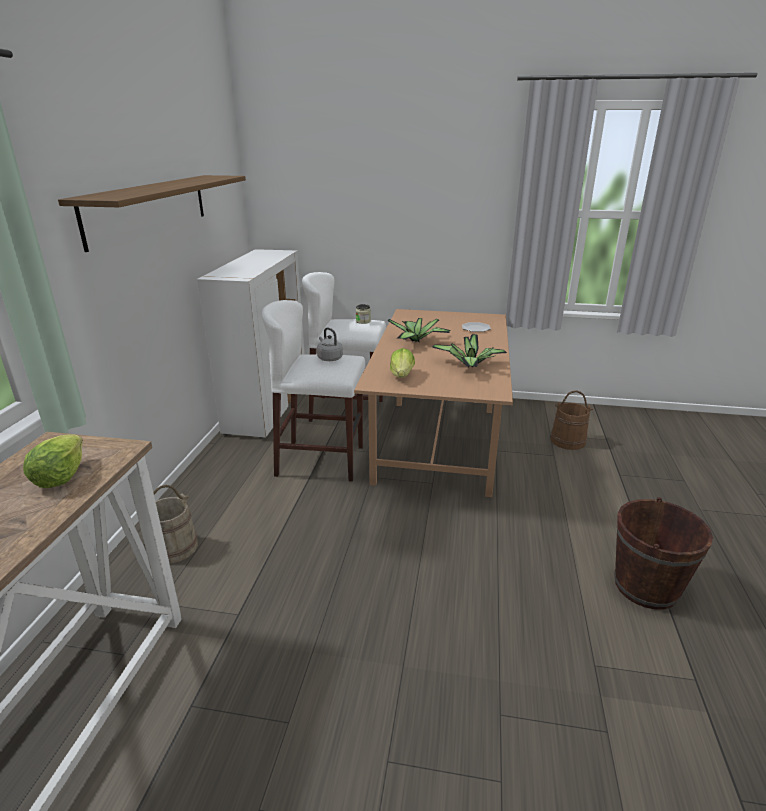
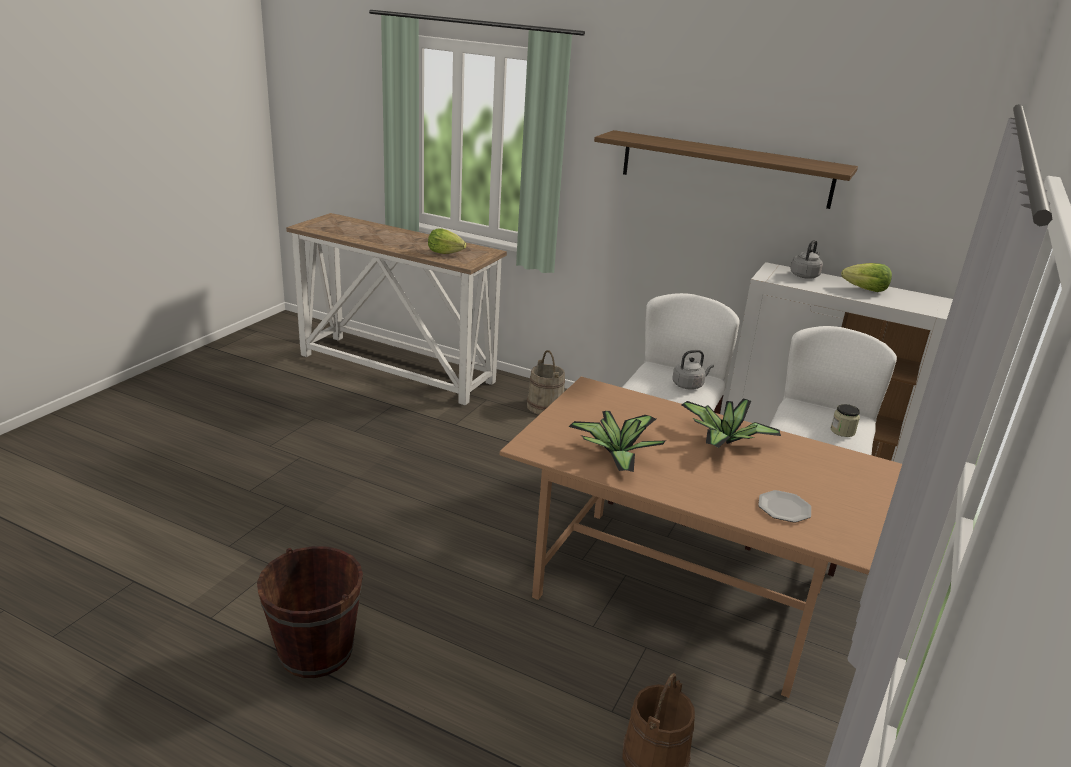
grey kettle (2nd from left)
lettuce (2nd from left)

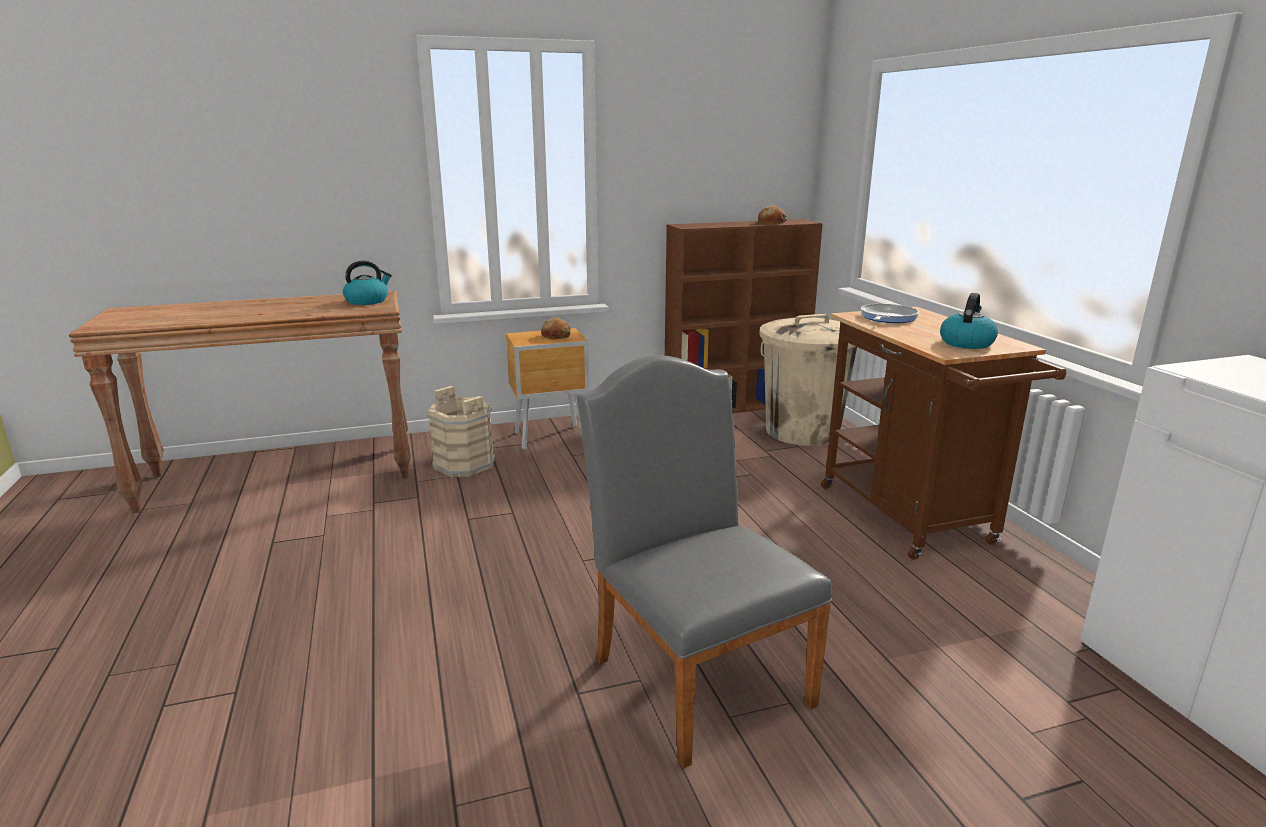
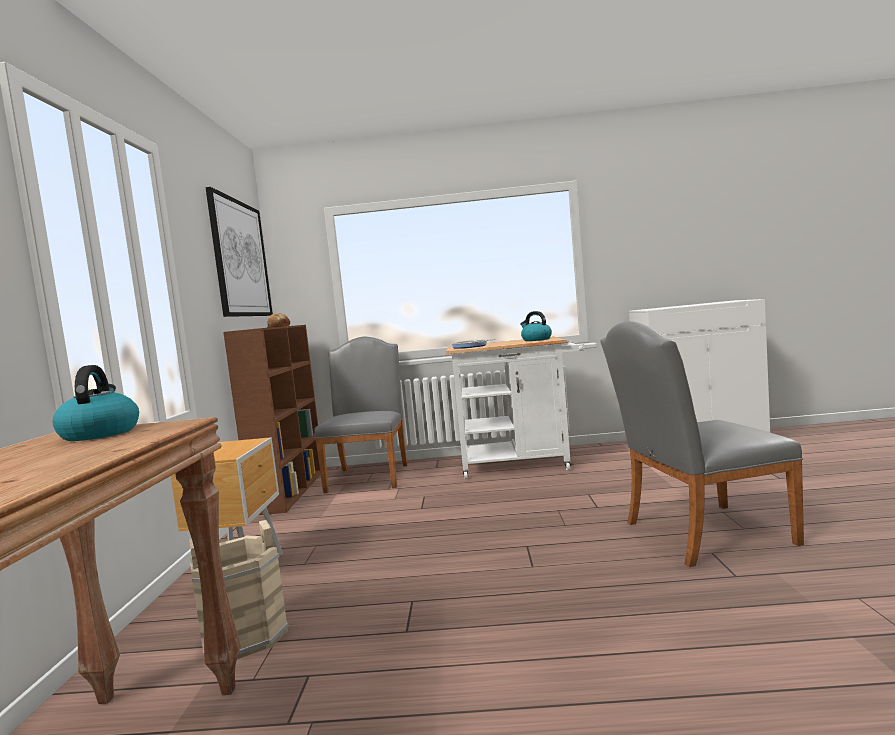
picture
grey chair (1st from left)
white cart
bread (1st from left in the first image)

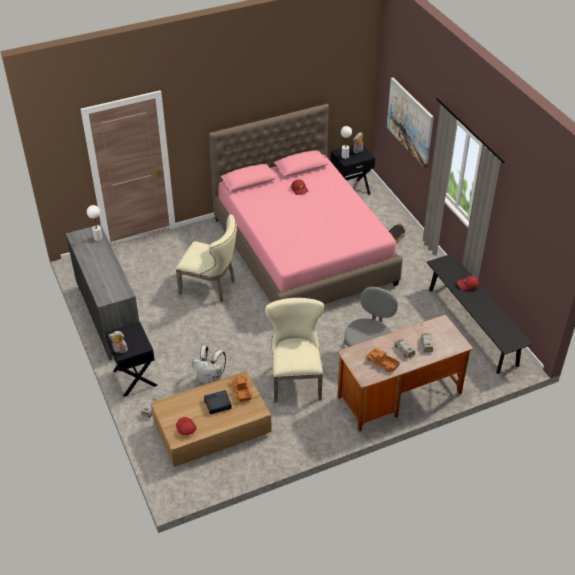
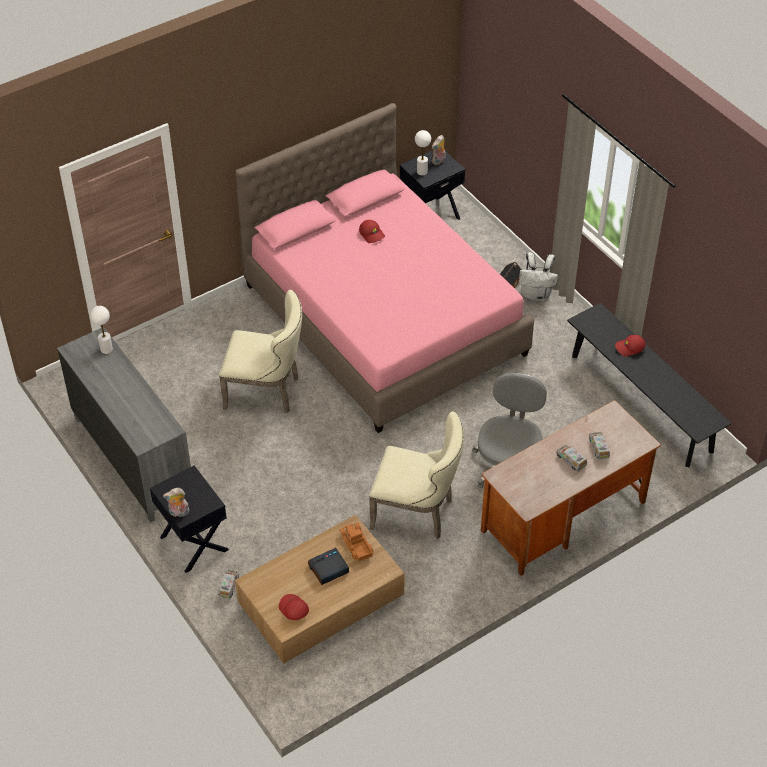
beige chair (2nd from left)
white backpack
toy truck (3rd from left in the first image)
picture

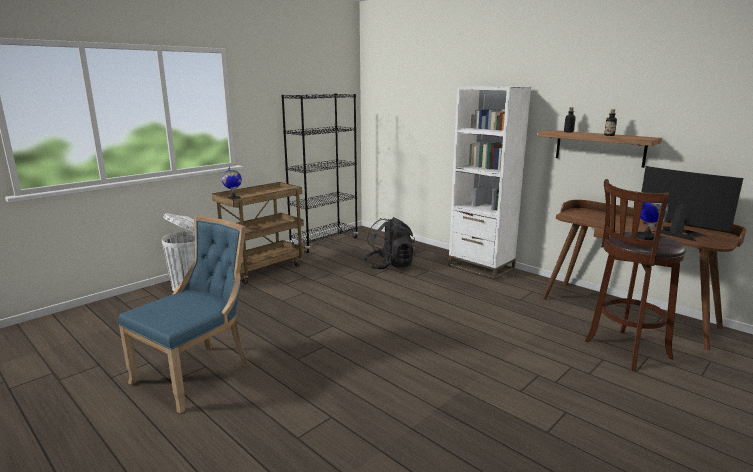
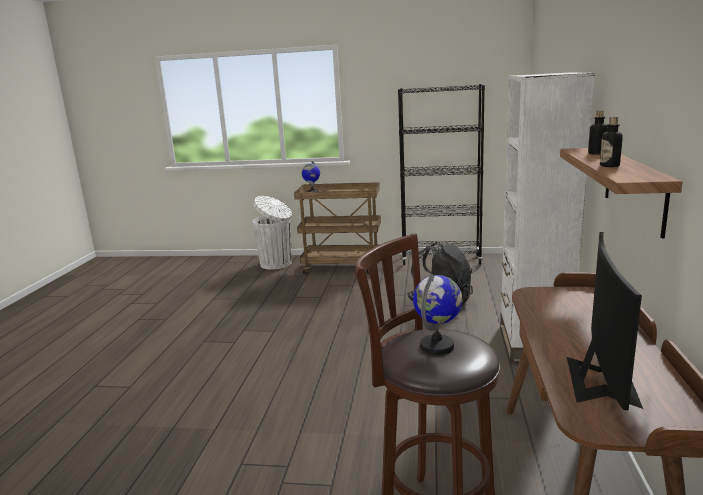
blue chair

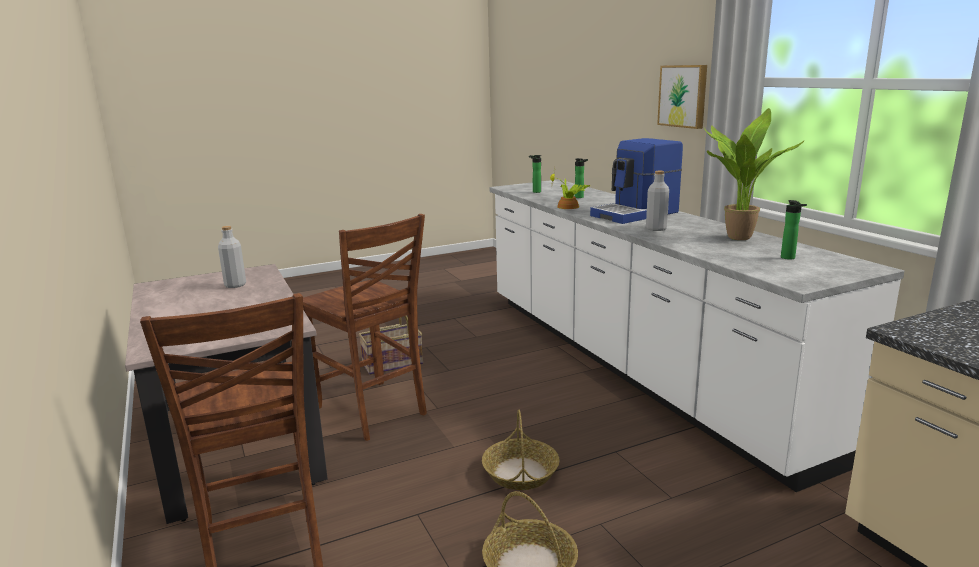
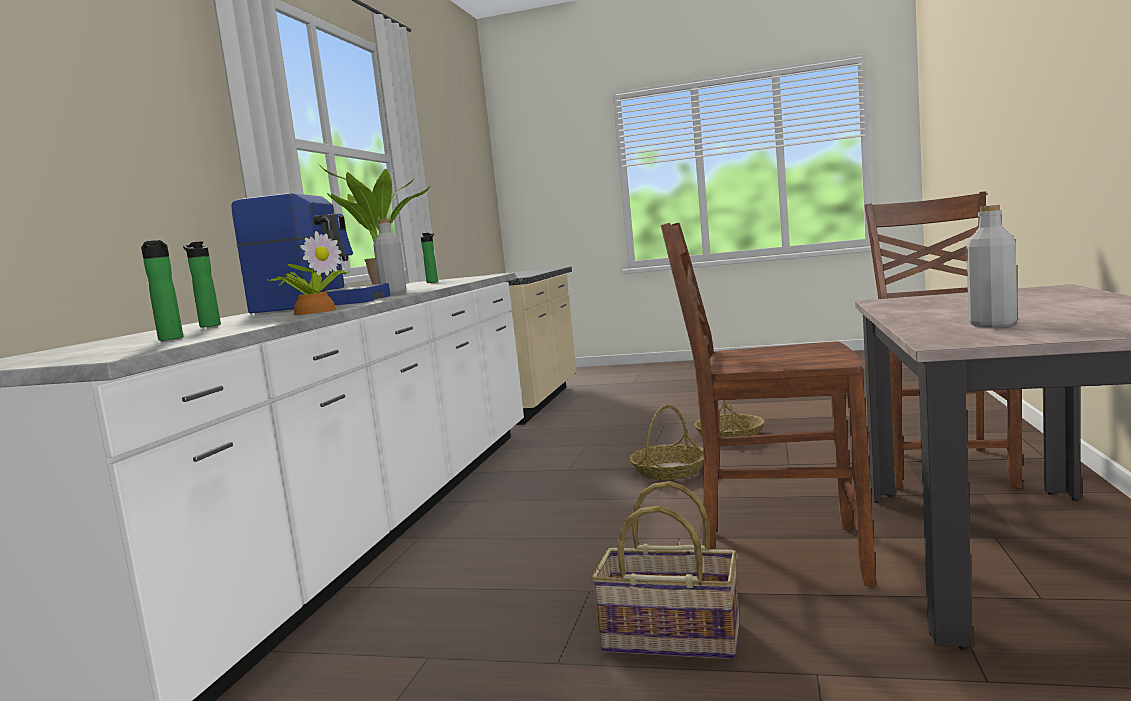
brown chair (1st from left)
picture

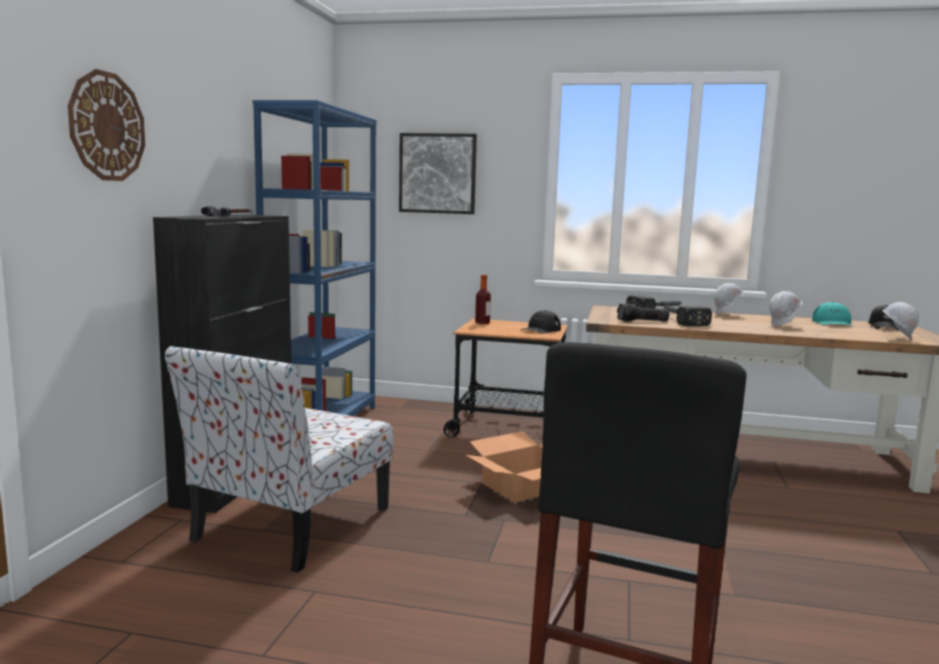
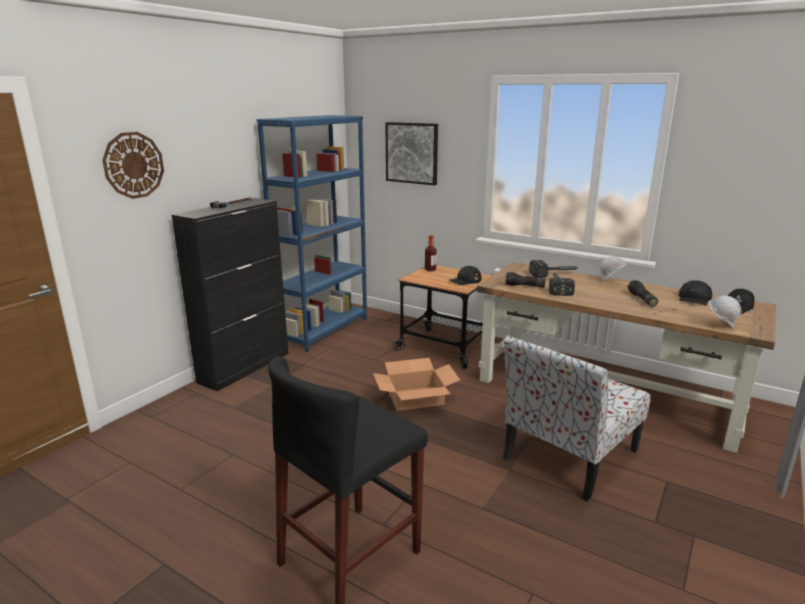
chair
flashlight (2nd from left)
black cap (2nd from left)

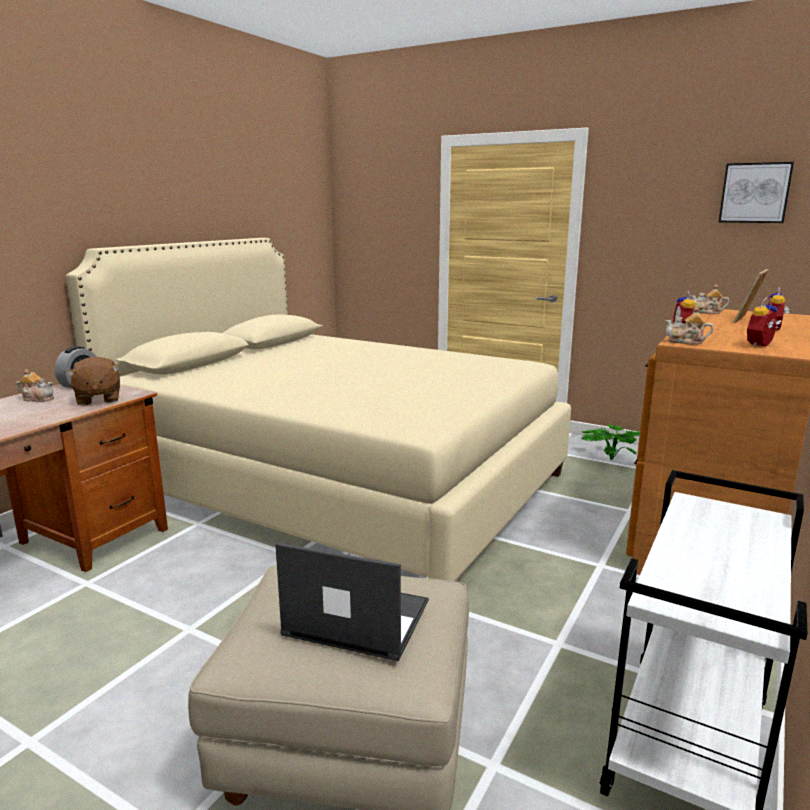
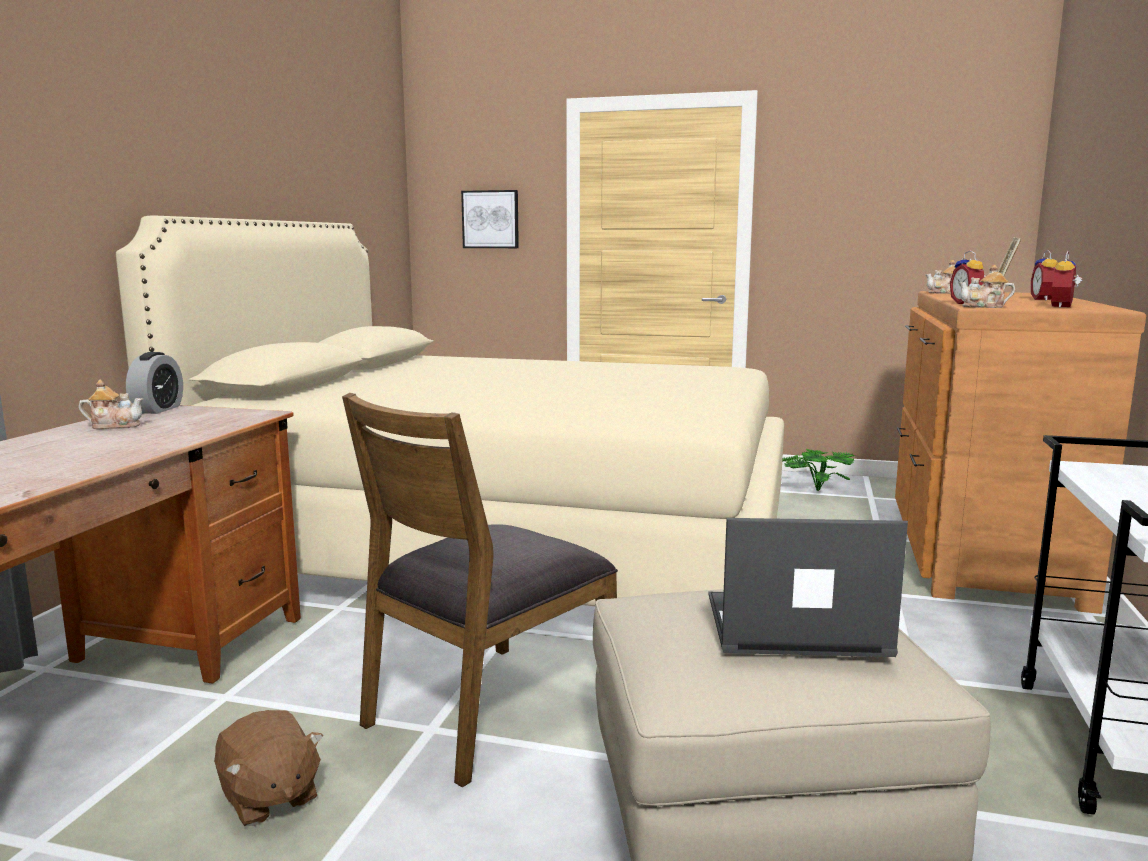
brown plush toy
brown chair
picture

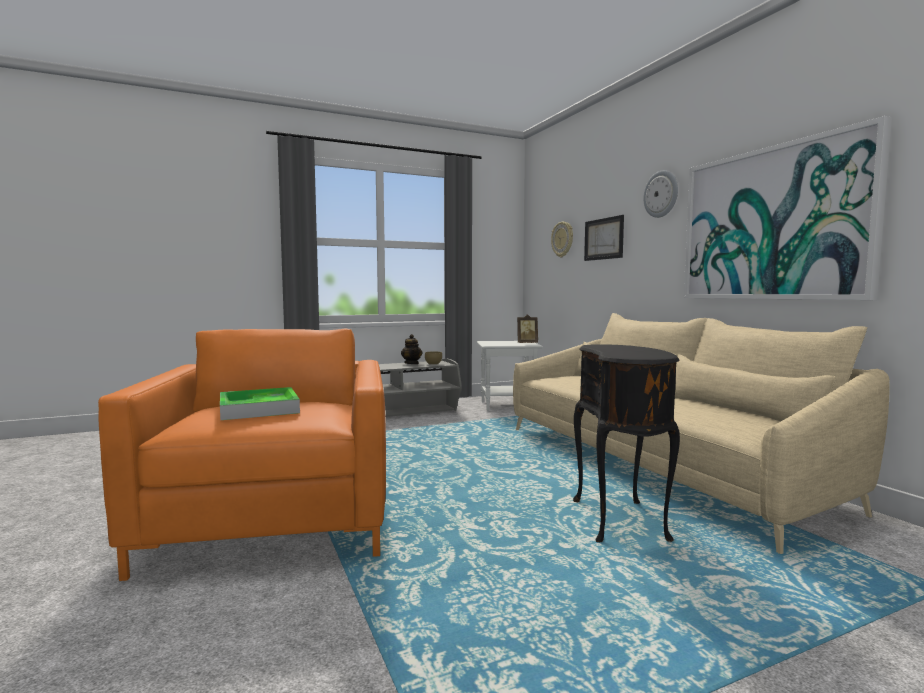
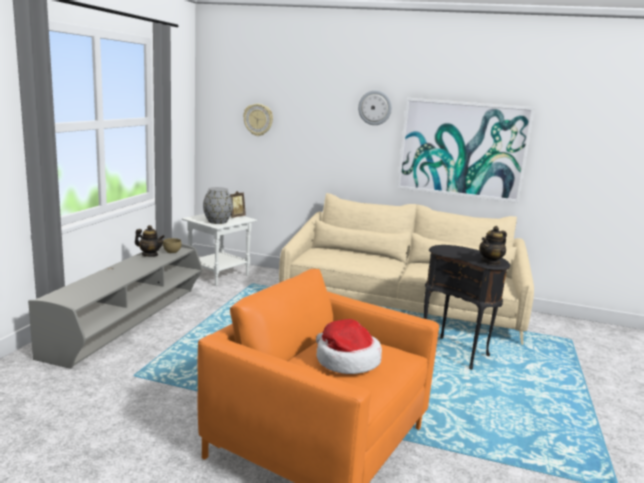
grey vase
hat
teapot (2nd from left)
picture (1st from left in the first image)

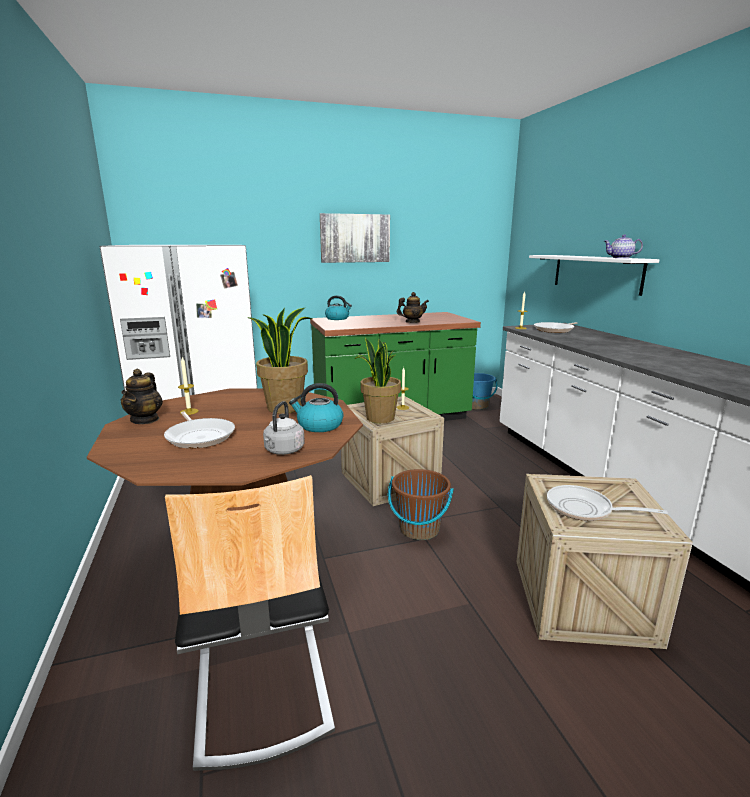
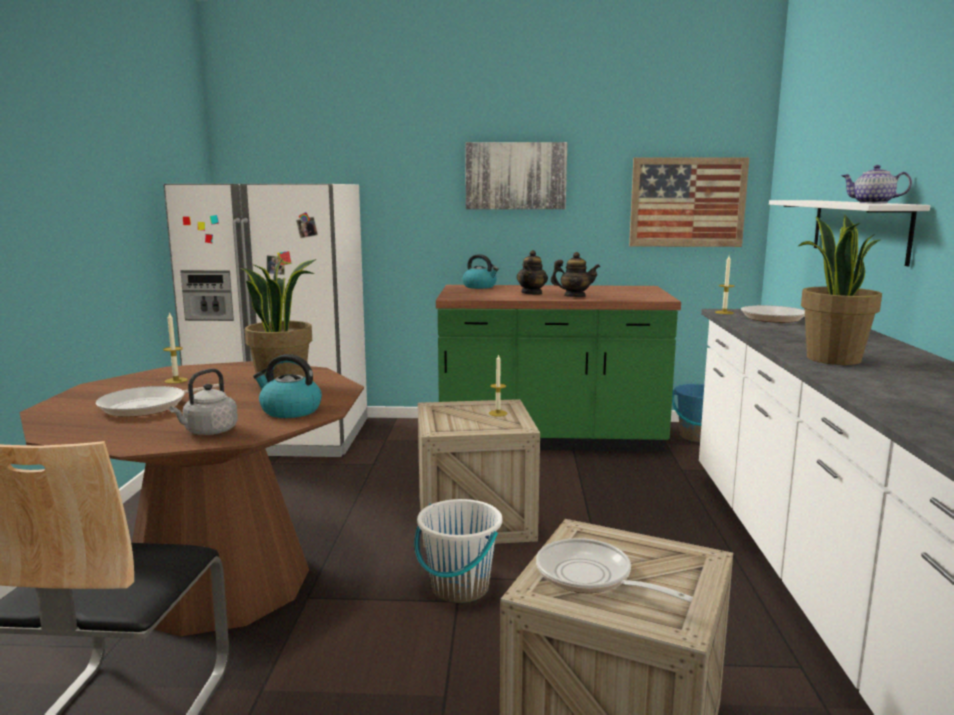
frying pan (1st from left)
white bucket
teapot (1st from left)
picture (2nd from left)
potted plant (2nd from left)

